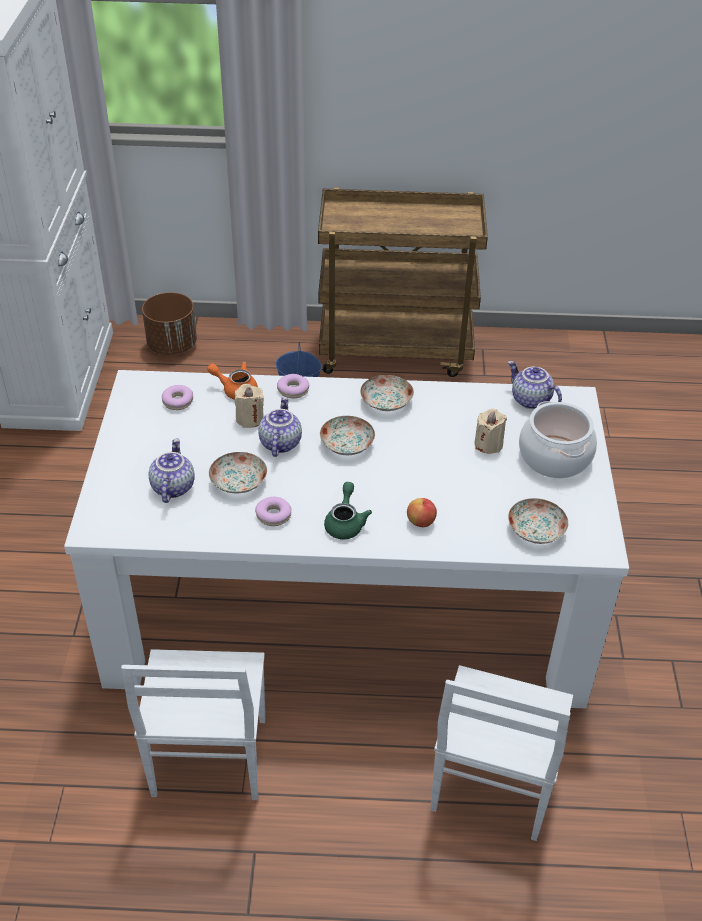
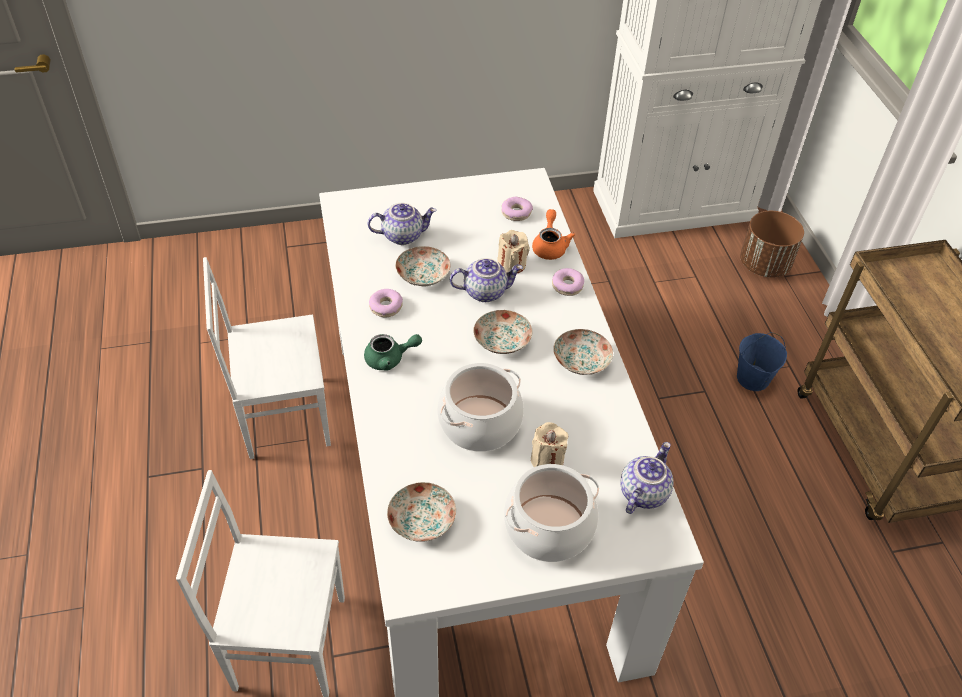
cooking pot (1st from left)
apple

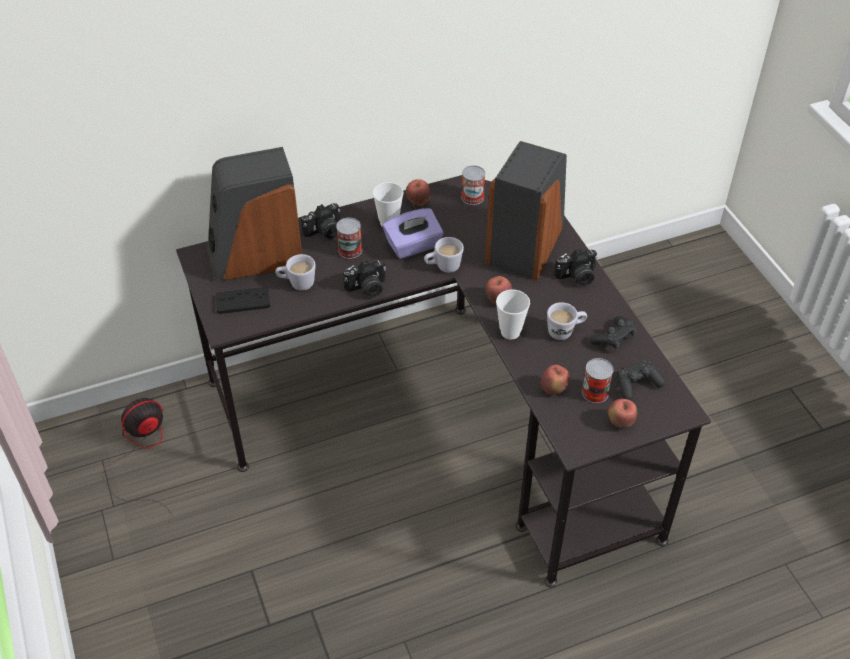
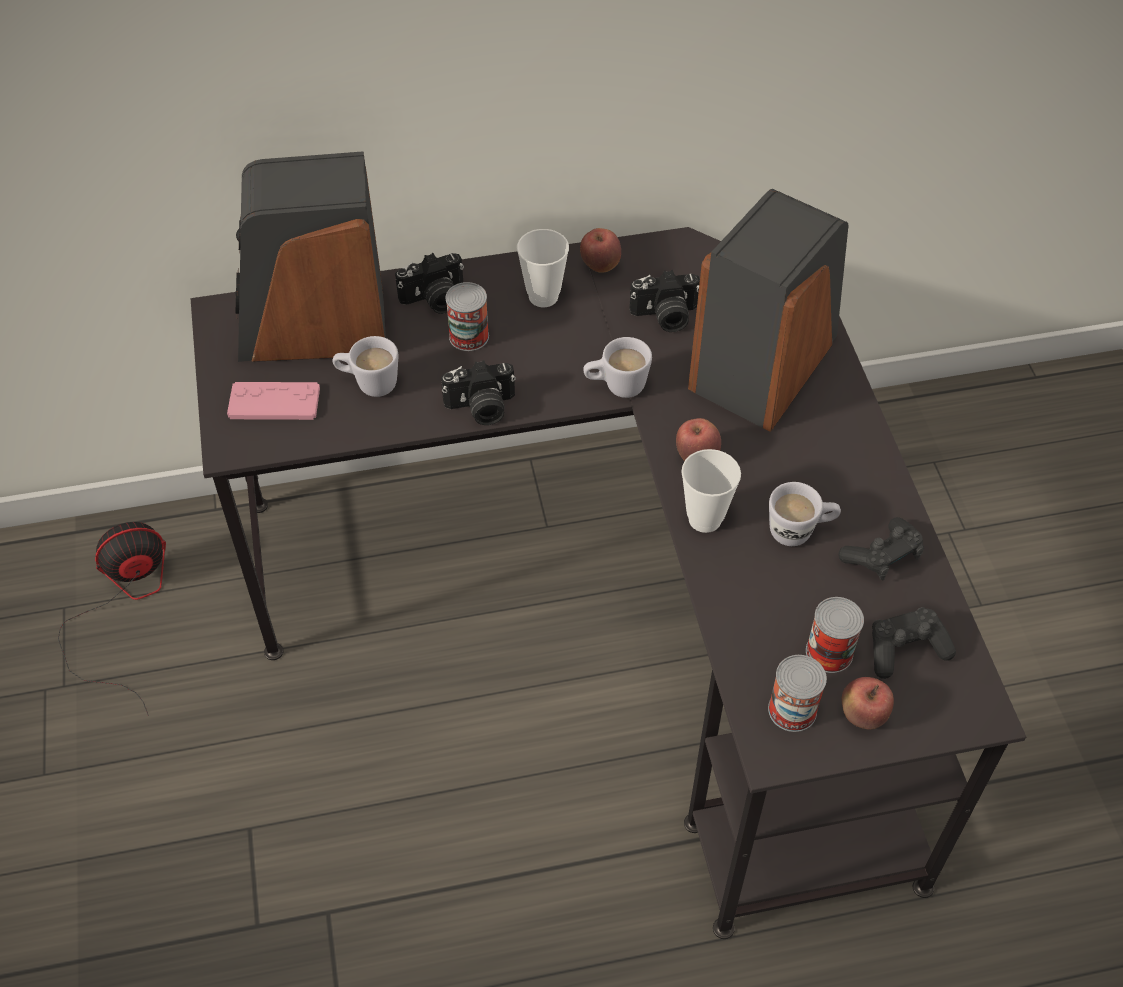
pink game controller
photo camera (3rd from left)
can (2nd from left)
purple tissue box
apple (3rd from left in the first image)

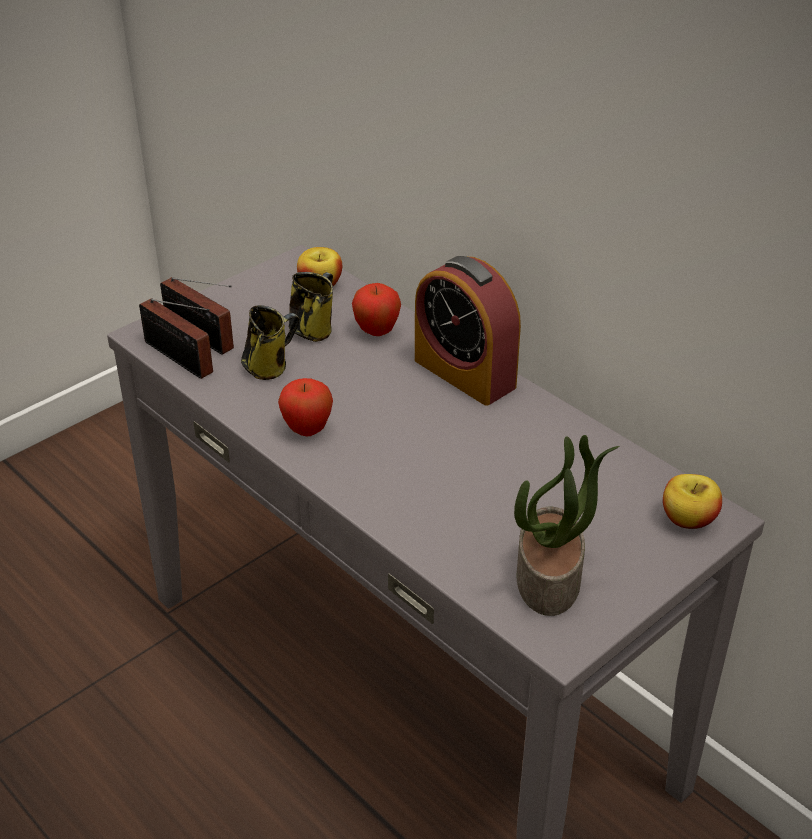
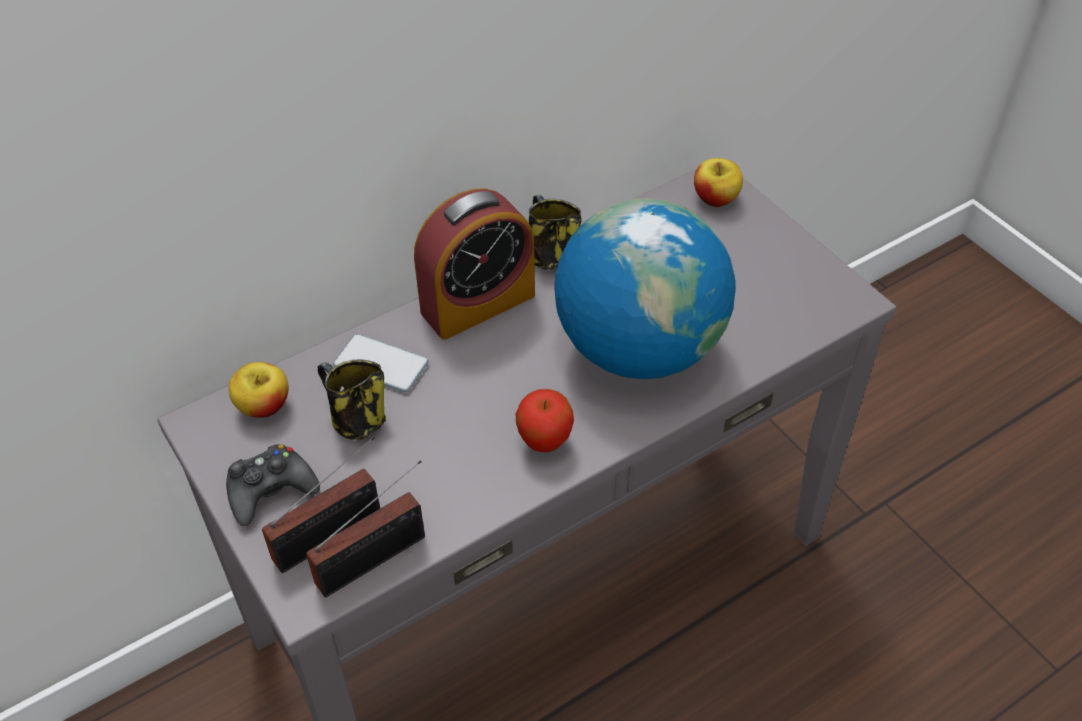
black game controller
phone
mug (2nd from left)
globe
potted plant

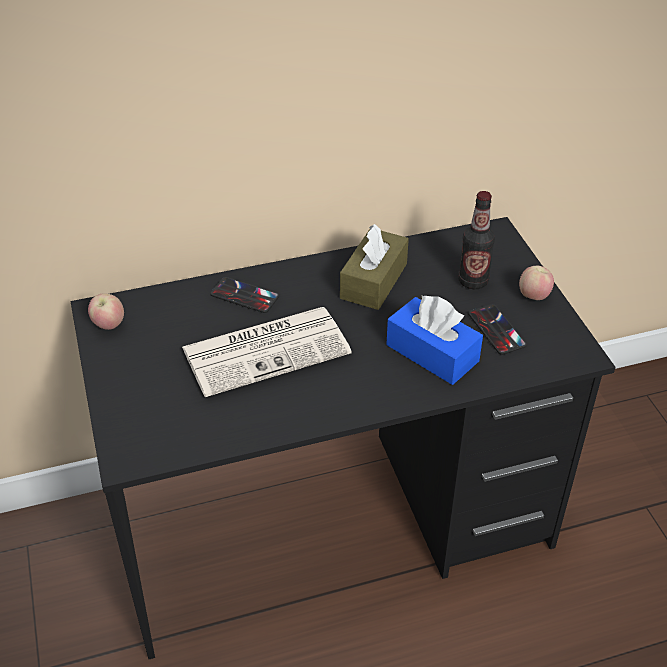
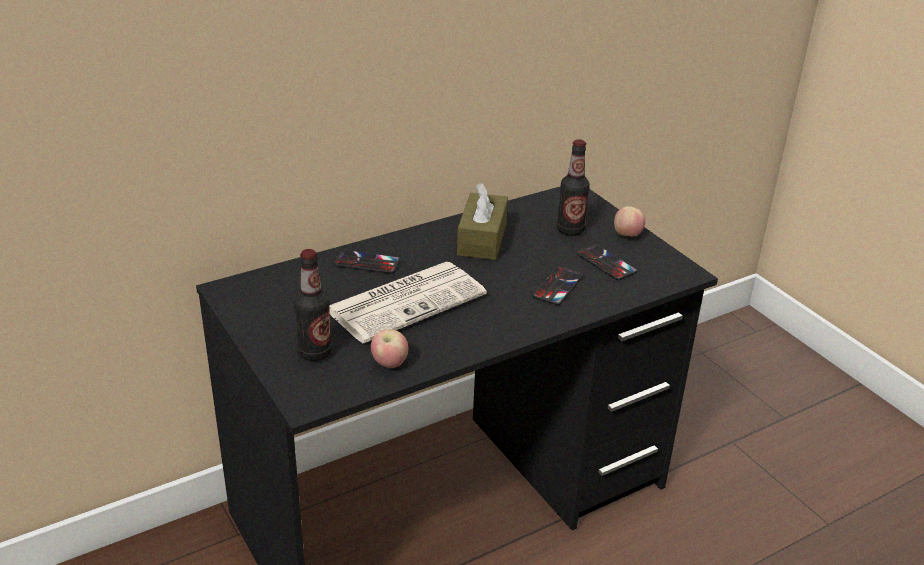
bottle (1st from left)
apple (1st from left)
phone (2nd from left)

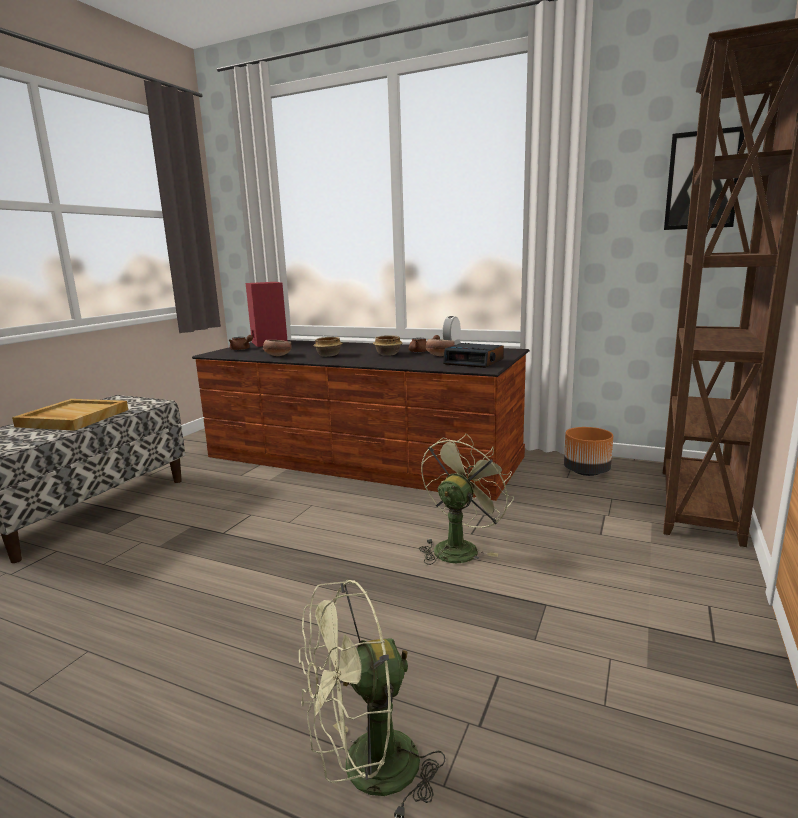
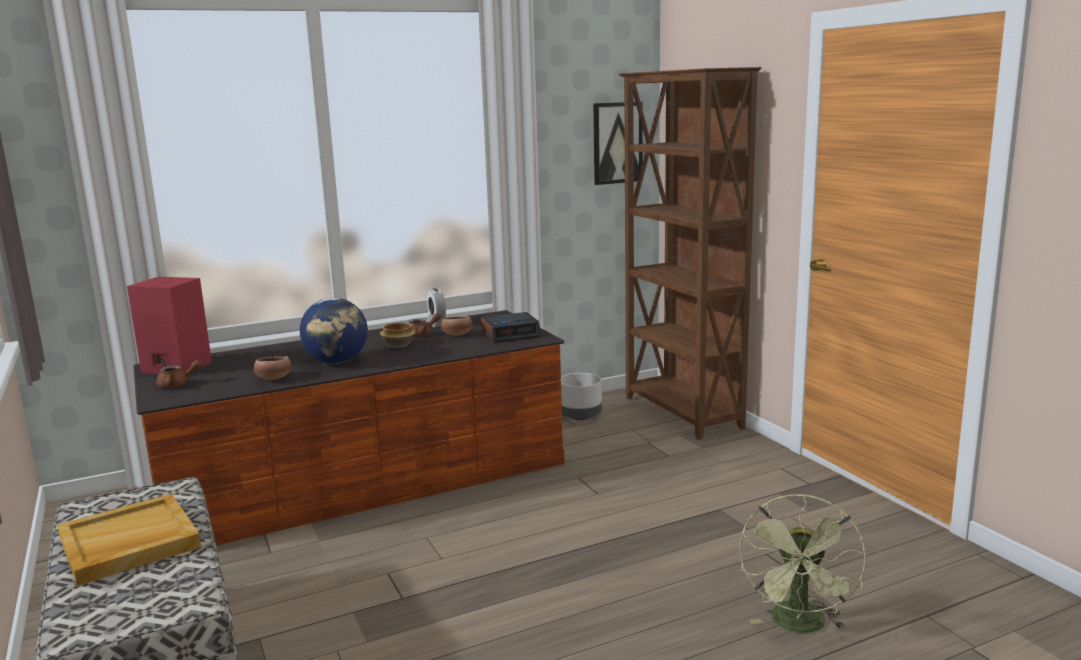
globe
grey planter
green fan (2nd from left in the first image)

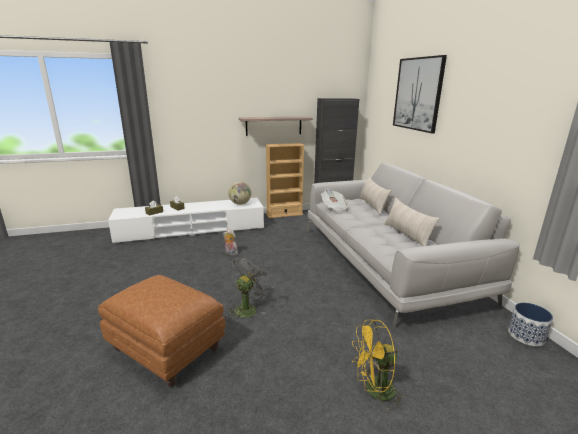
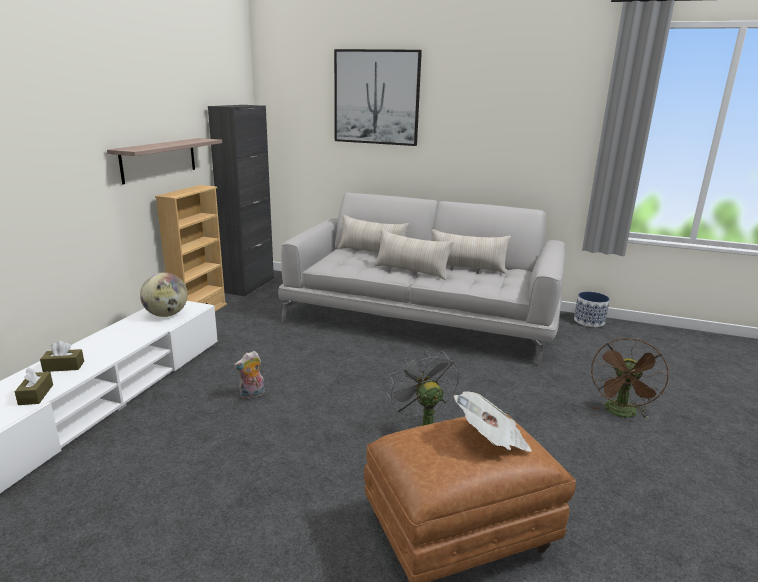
beige pillow (2nd from left)
newspaper
brown fan

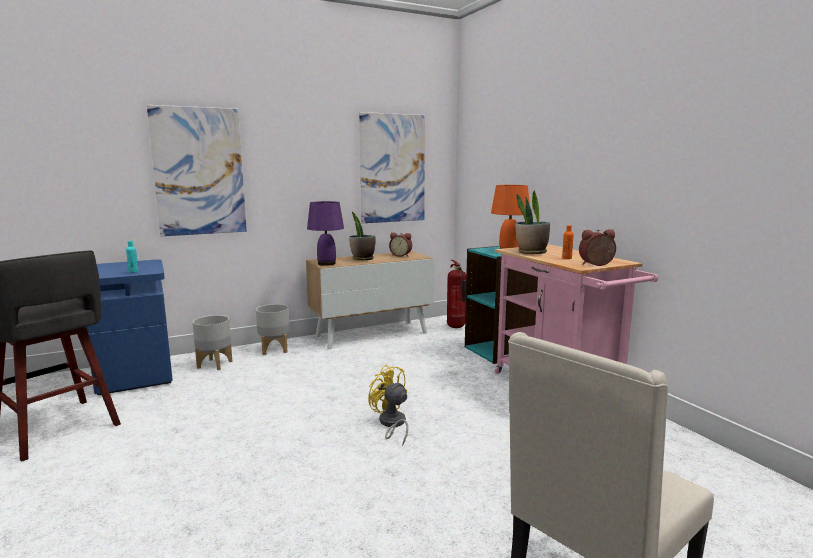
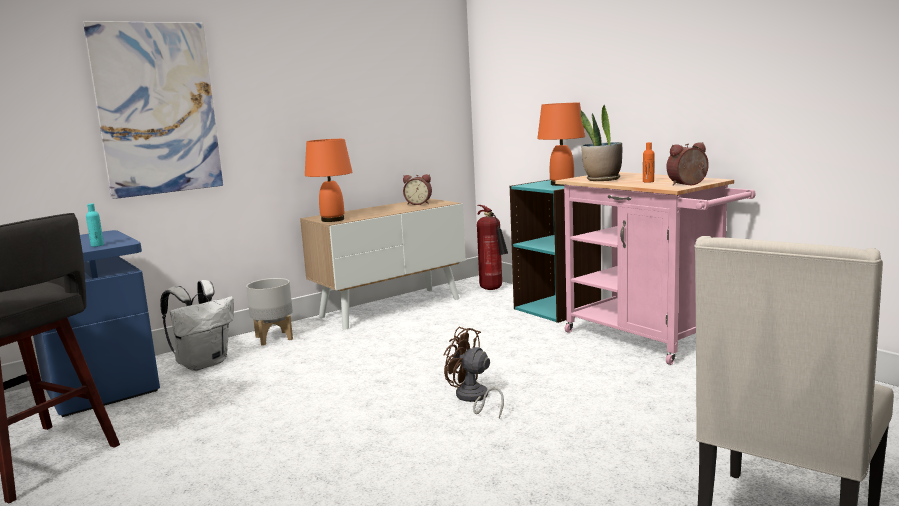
white backpack
orange table lamp (1st from left)
brown fan
potted plant (1st from left in the first image)
picture (2nd from left in the first image)

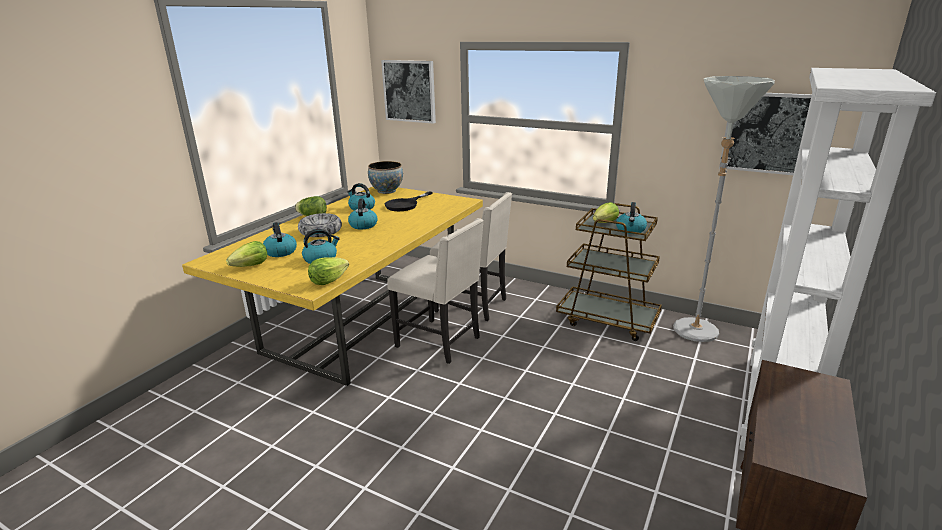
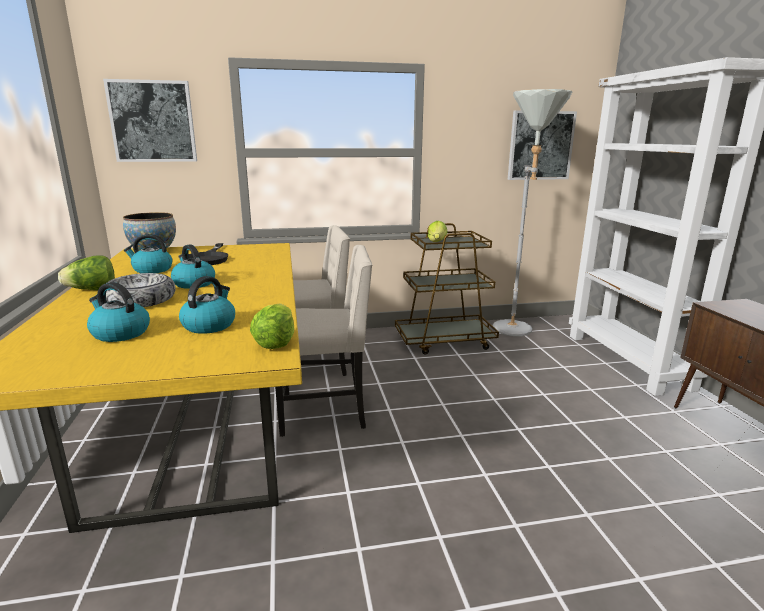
lettuce (1st from left in the first image)
kettle (5th from left in the first image)

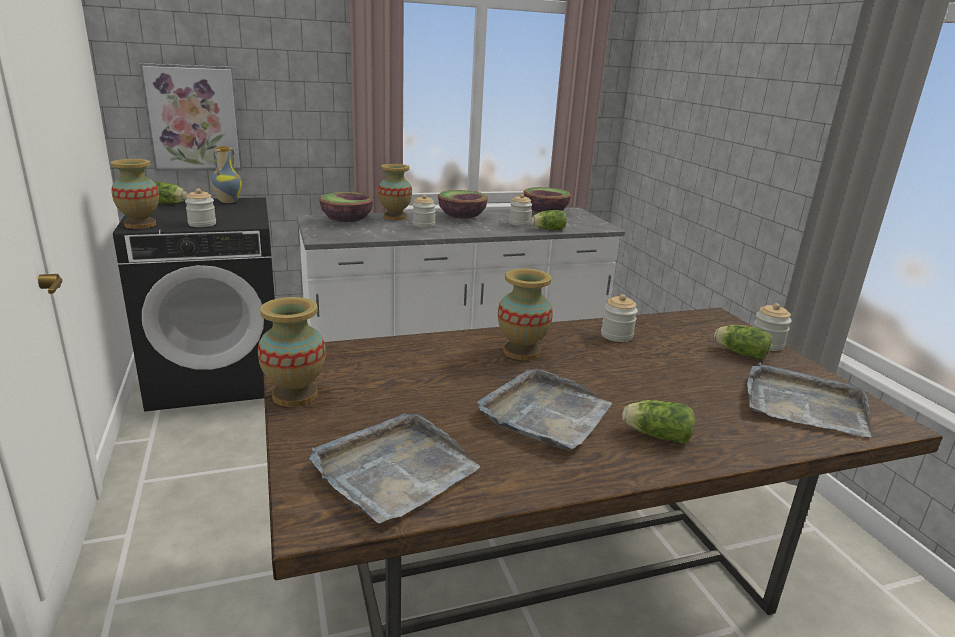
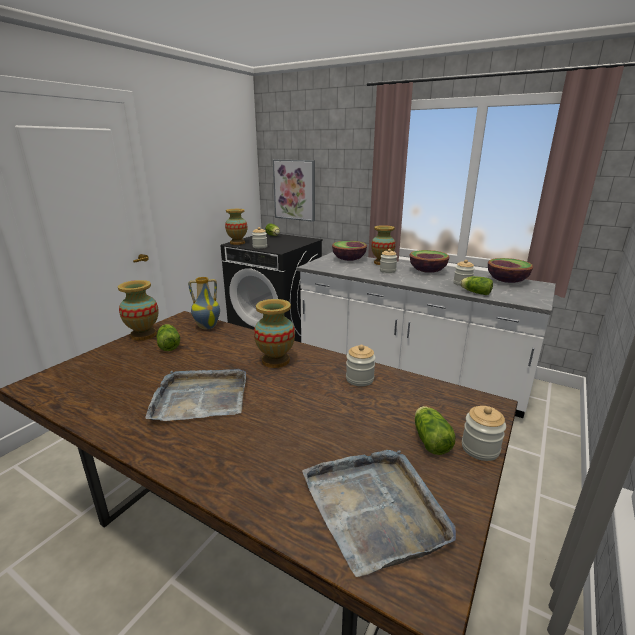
lettuce (1st from left)
vase (2nd from left)
grey tray (1st from left in the first image)

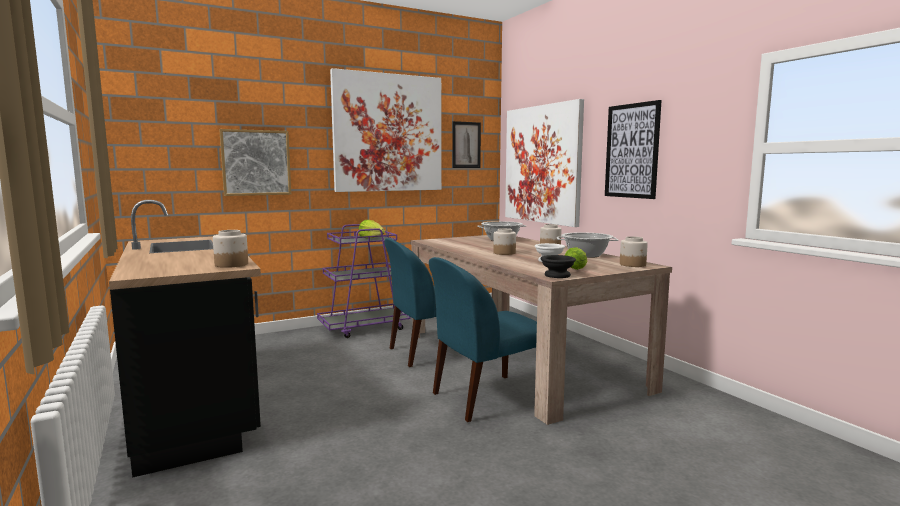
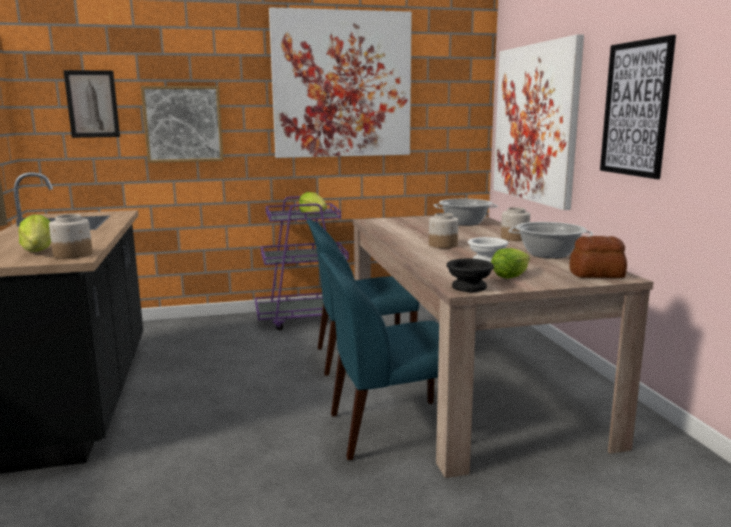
lettuce (1st from left)
picture (1st from left)
bread

